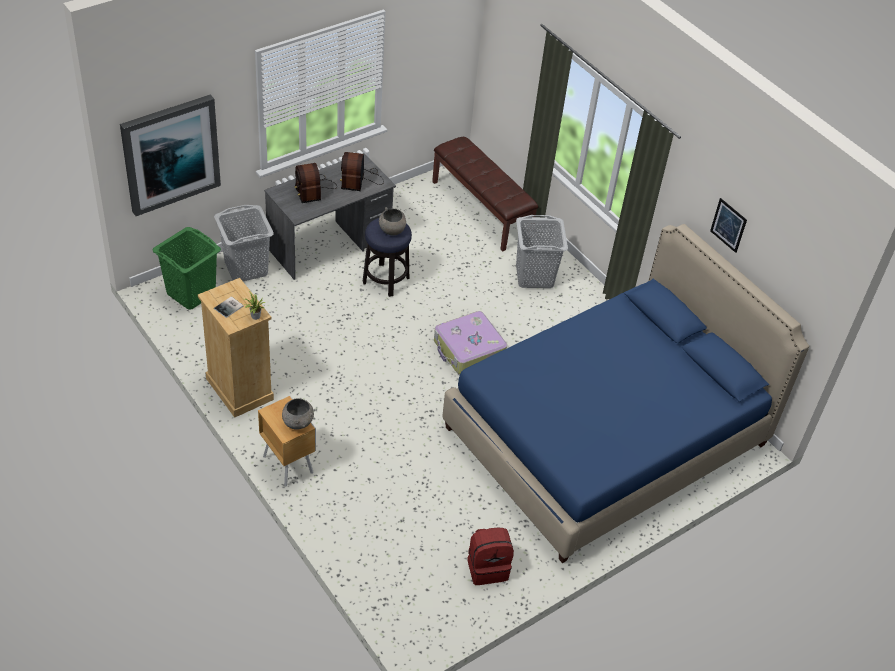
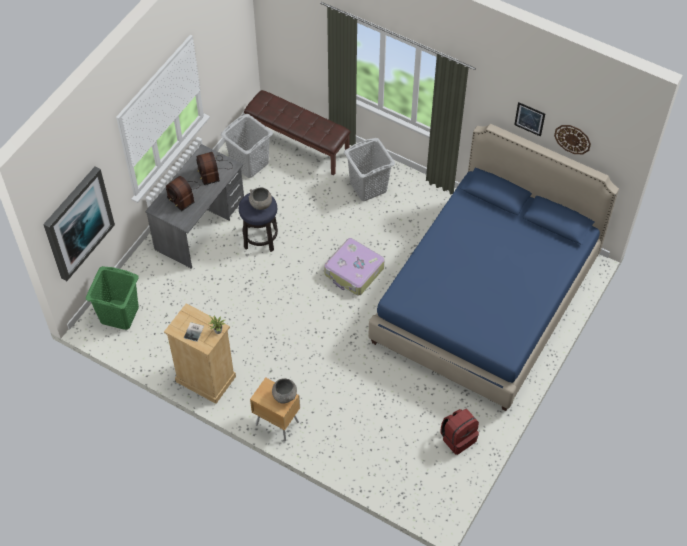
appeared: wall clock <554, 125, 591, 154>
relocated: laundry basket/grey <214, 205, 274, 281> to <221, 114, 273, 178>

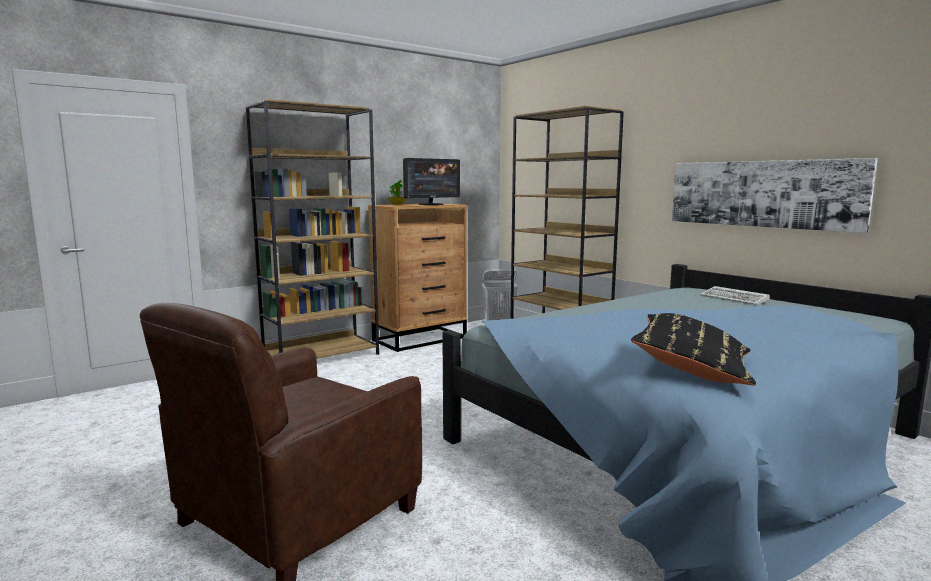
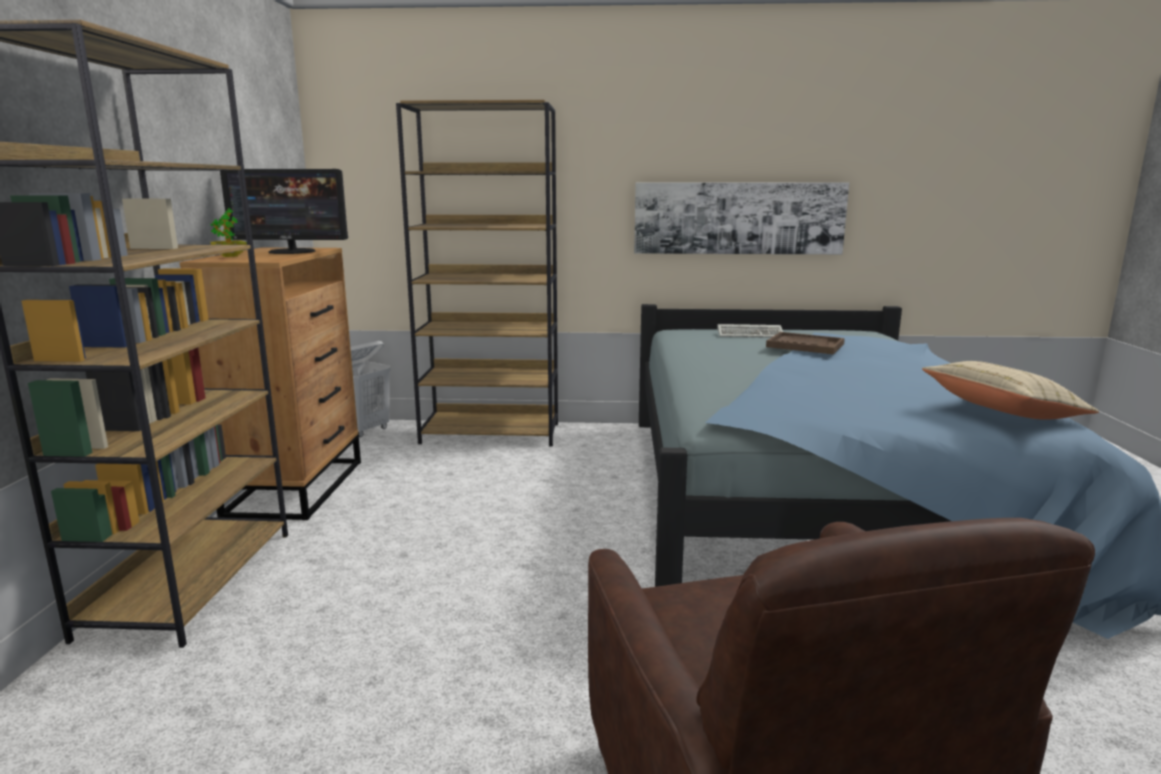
appeared: tray/brown <766, 332, 845, 354>
colour: pillow/black <631, 313, 756, 386> to pillow/beige <922, 361, 1099, 420>
spun: monitor <403, 158, 460, 205> = <220, 169, 348, 254> 90 degrees clockwise

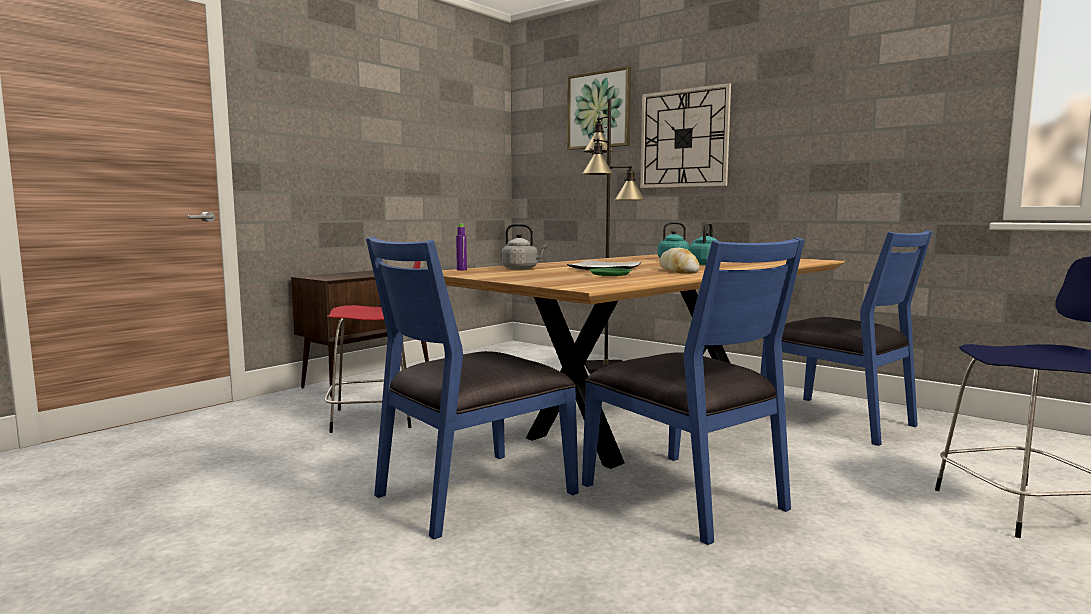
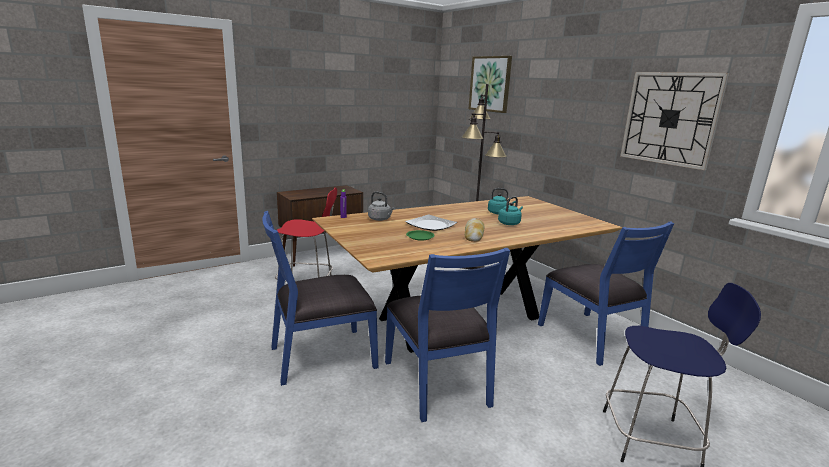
relocated: wall clock <640, 83, 731, 188> to <620, 72, 729, 170>

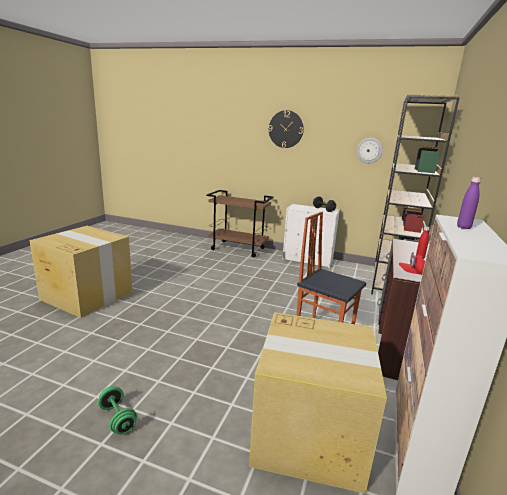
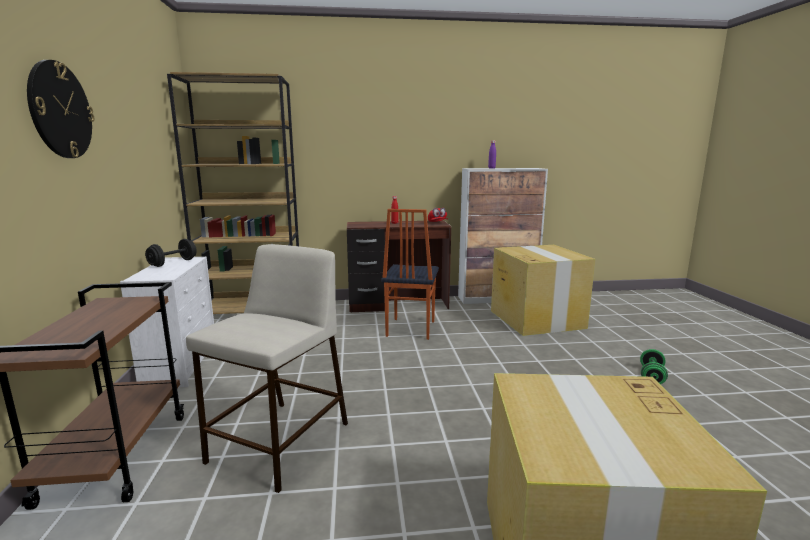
missing: wall clock <356, 138, 383, 164>
appeared: stool/beige <186, 244, 348, 493>

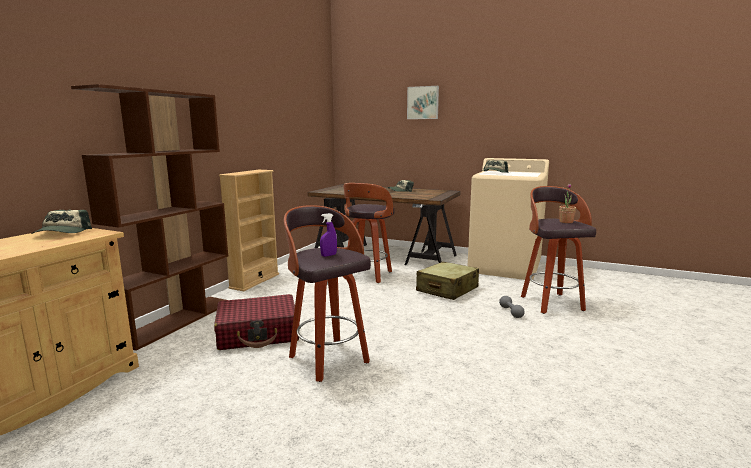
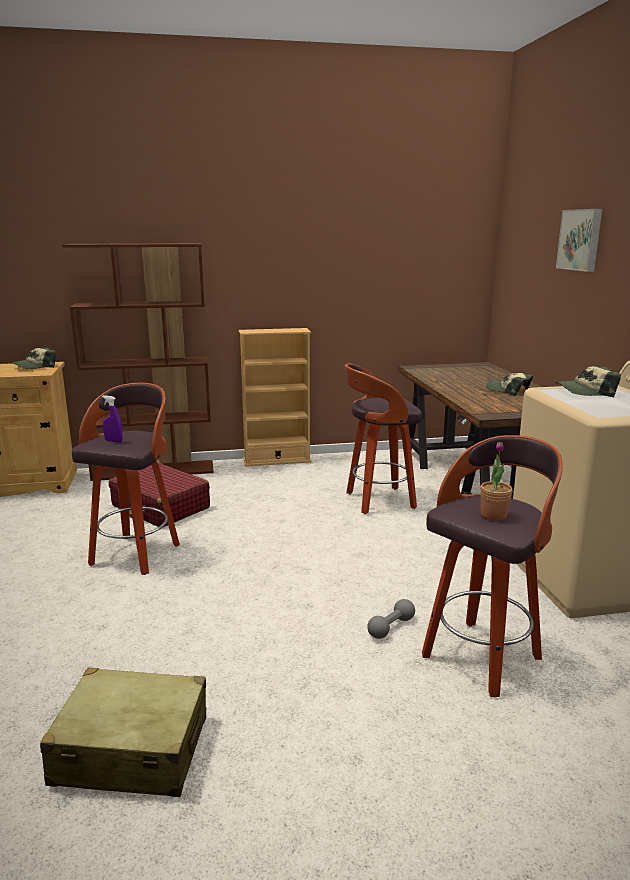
relocated: suitcase/beige <416, 261, 479, 300> to <40, 667, 206, 797>

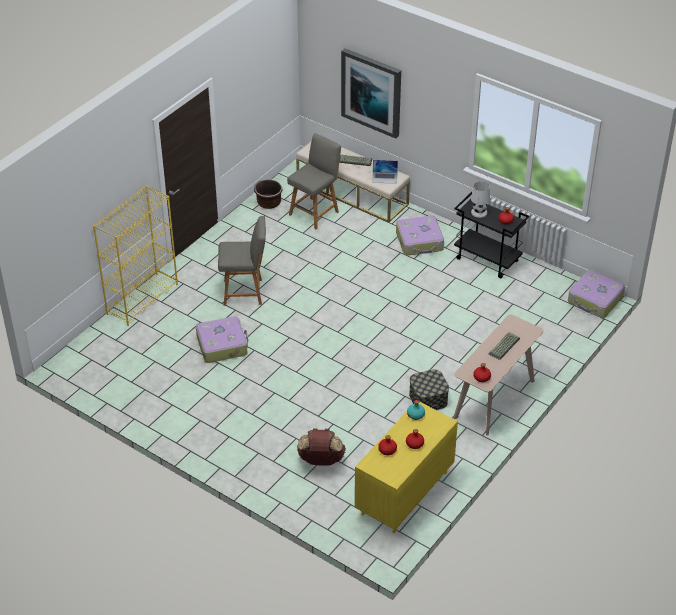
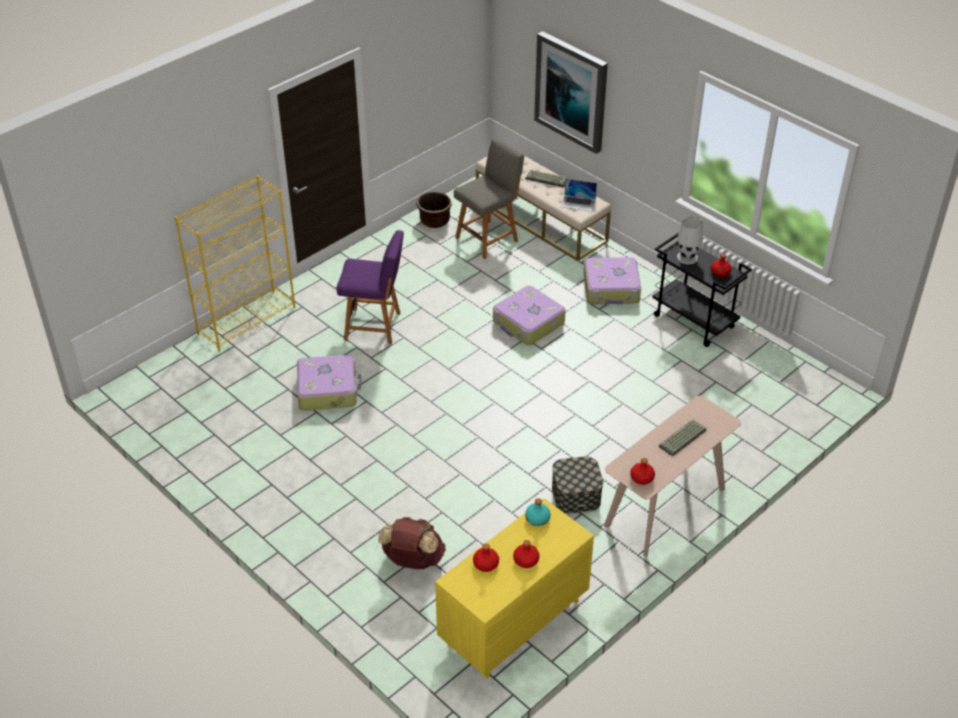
relocated: suitcase <568, 270, 625, 318> to <493, 285, 566, 345>
colour: chair/grey <218, 216, 266, 306> to chair/purple <337, 230, 404, 345>

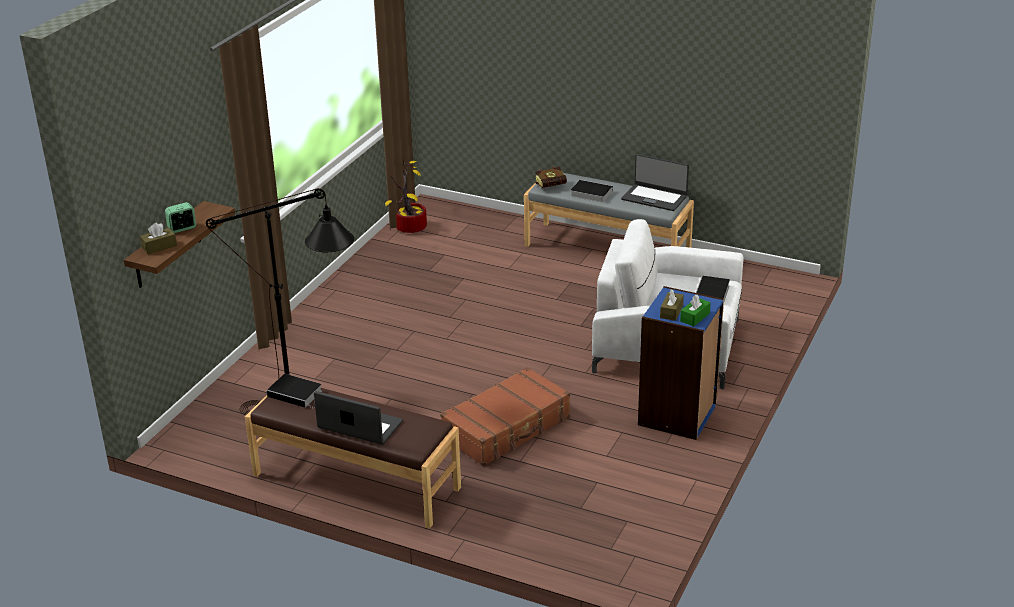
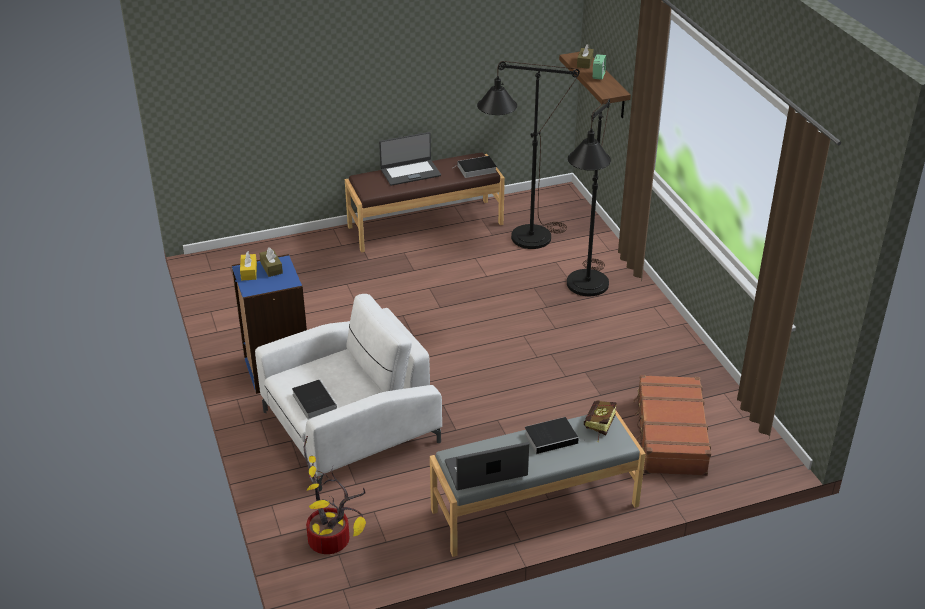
appeared: floor lamp/black <567, 99, 611, 296>
relocated: potted plant <385, 156, 427, 233> to <304, 436, 366, 554>; suitcase/brown <440, 367, 570, 466> to <633, 375, 711, 476>
colour: tissue box/green <680, 294, 711, 326> to tissue box/yellow <240, 251, 257, 281>

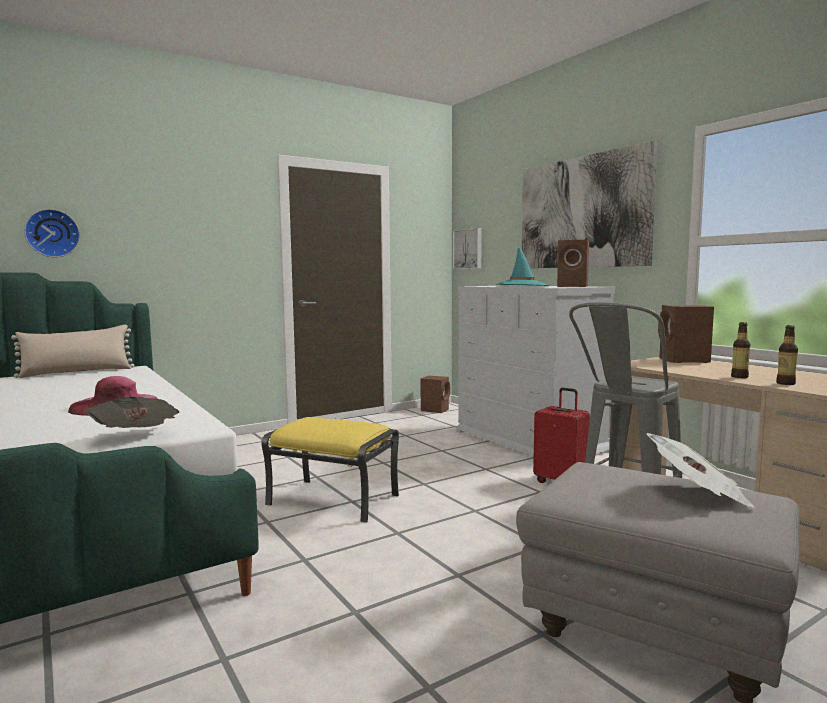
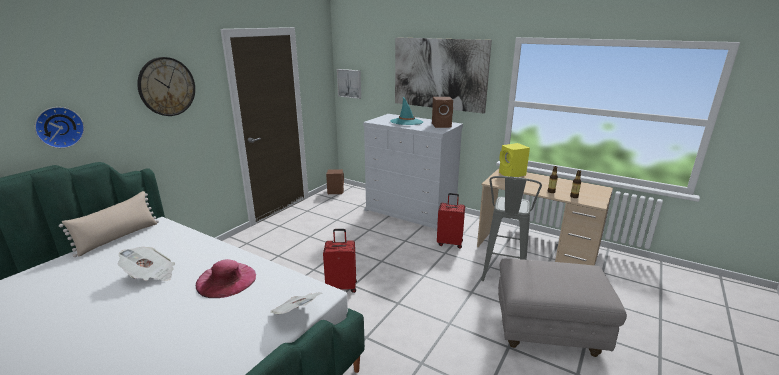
appeared: wall clock <137, 57, 195, 116>
relocated: newspaper <647, 433, 756, 508> to <117, 247, 175, 281>
exchanged: ottoman/yellow <261, 417, 399, 523> to suitcase/red <323, 229, 357, 293>
colour: speaker/brown <658, 305, 714, 363> to speaker/yellow <499, 143, 530, 177>

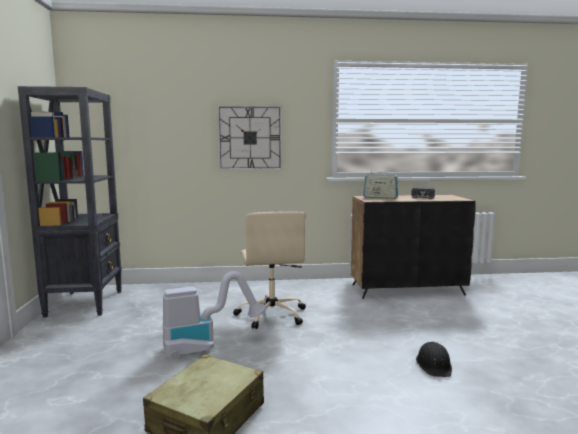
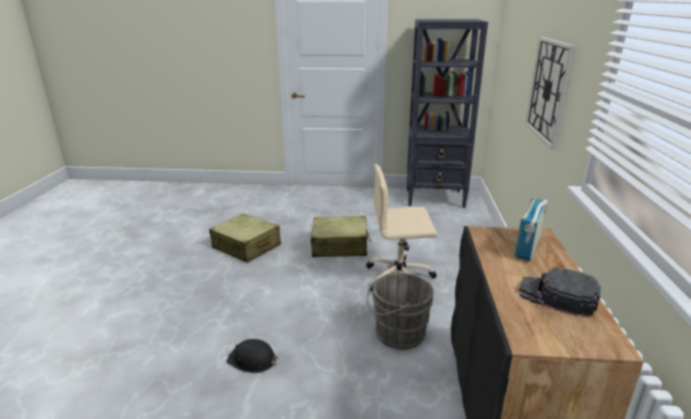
appeared: bucket/grey <367, 270, 433, 350>
exchanged: vacuum cleaner <163, 271, 266, 360> to suitcase/beige <311, 216, 371, 257>

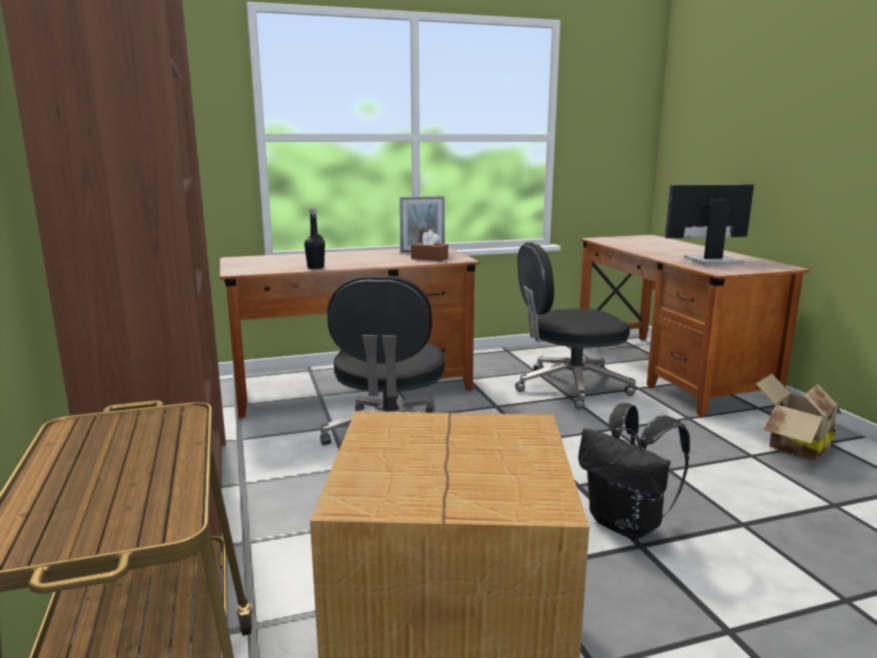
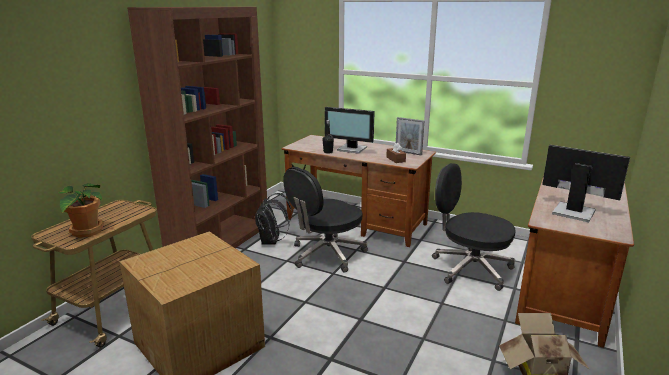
appeared: potted plant <58, 183, 104, 238>; monitor <325, 107, 375, 154>
relocated: backpack/black <578, 403, 690, 539> to <255, 193, 292, 245>

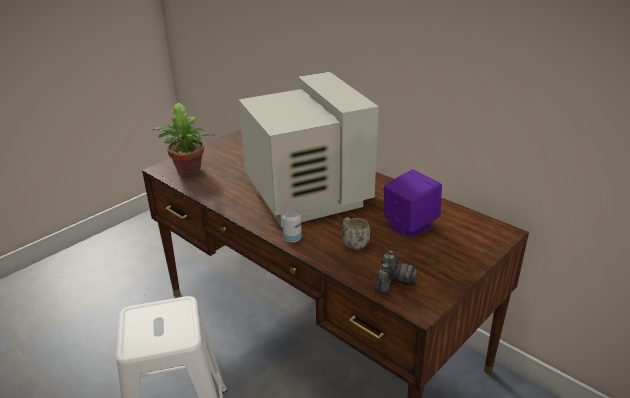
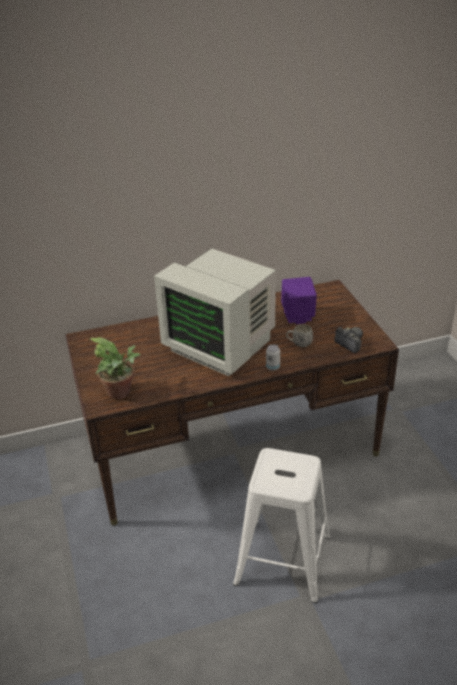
spun: monitor <238, 72, 379, 227> = <154, 249, 276, 376> 150 degrees counterclockwise

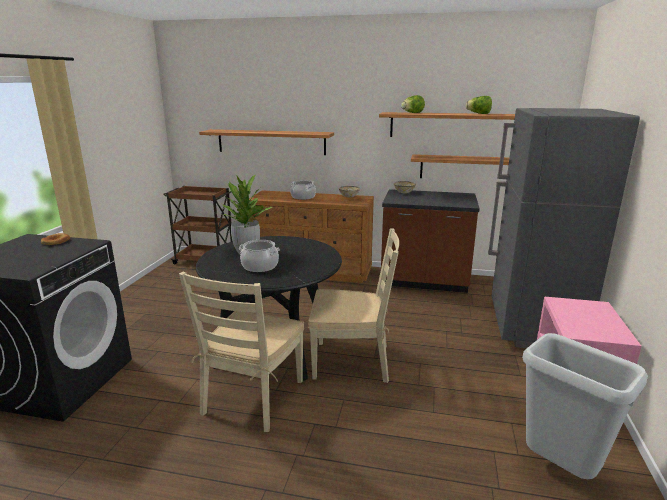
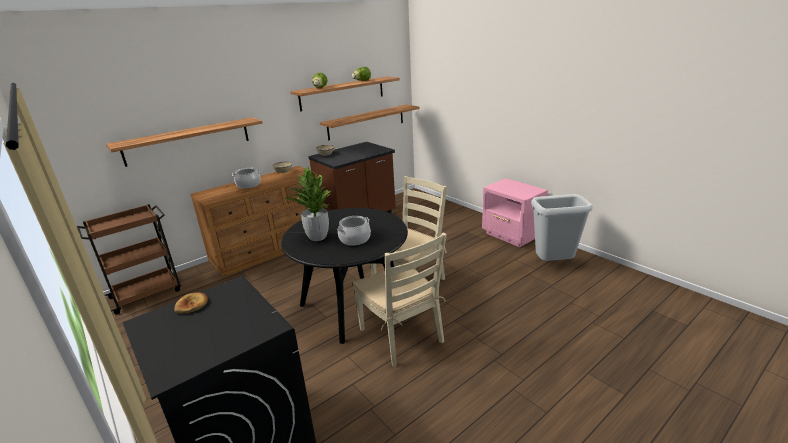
missing: fridge/grey <488, 108, 640, 348>

